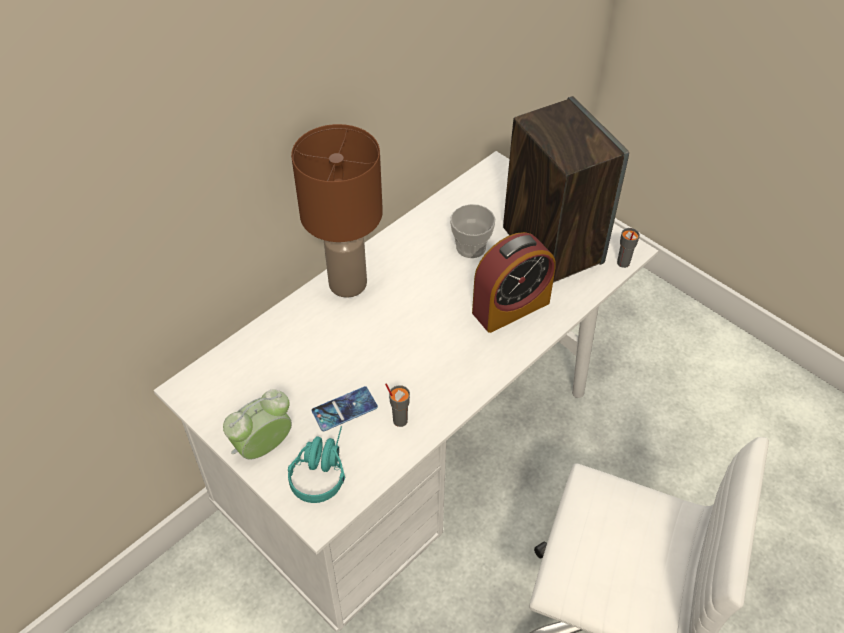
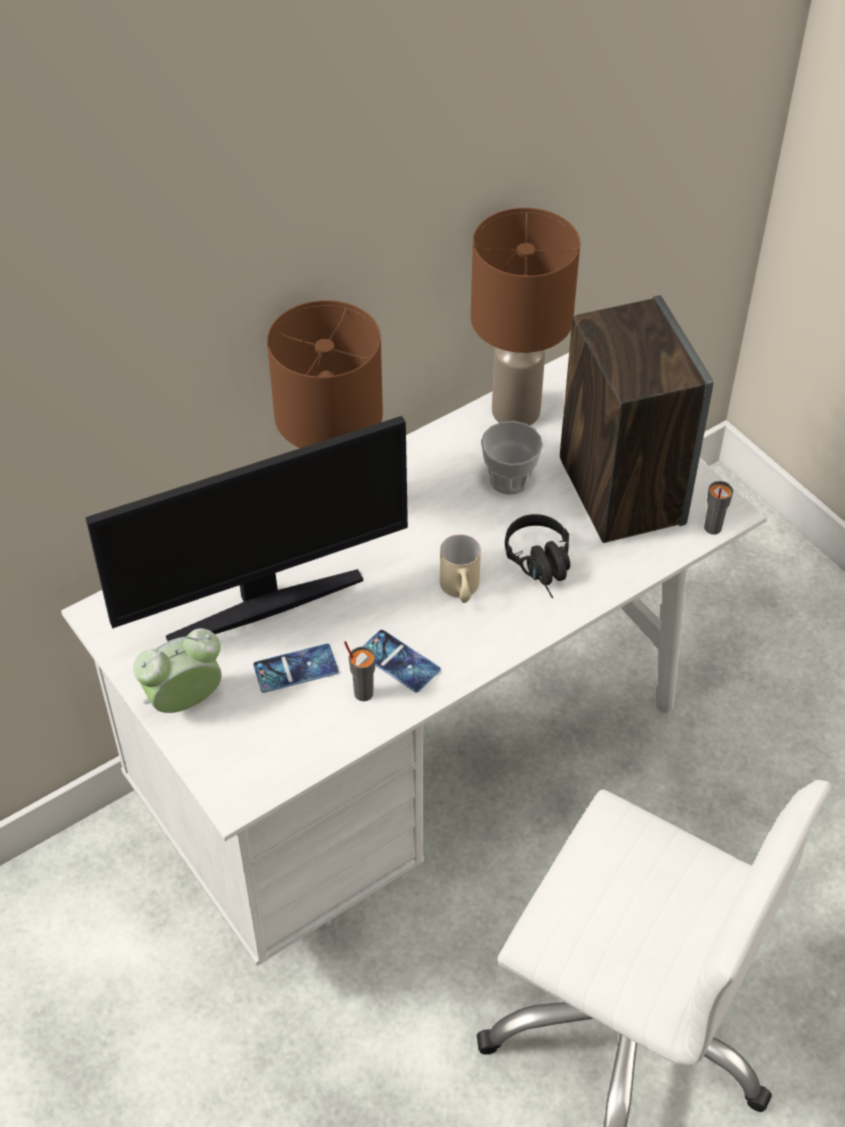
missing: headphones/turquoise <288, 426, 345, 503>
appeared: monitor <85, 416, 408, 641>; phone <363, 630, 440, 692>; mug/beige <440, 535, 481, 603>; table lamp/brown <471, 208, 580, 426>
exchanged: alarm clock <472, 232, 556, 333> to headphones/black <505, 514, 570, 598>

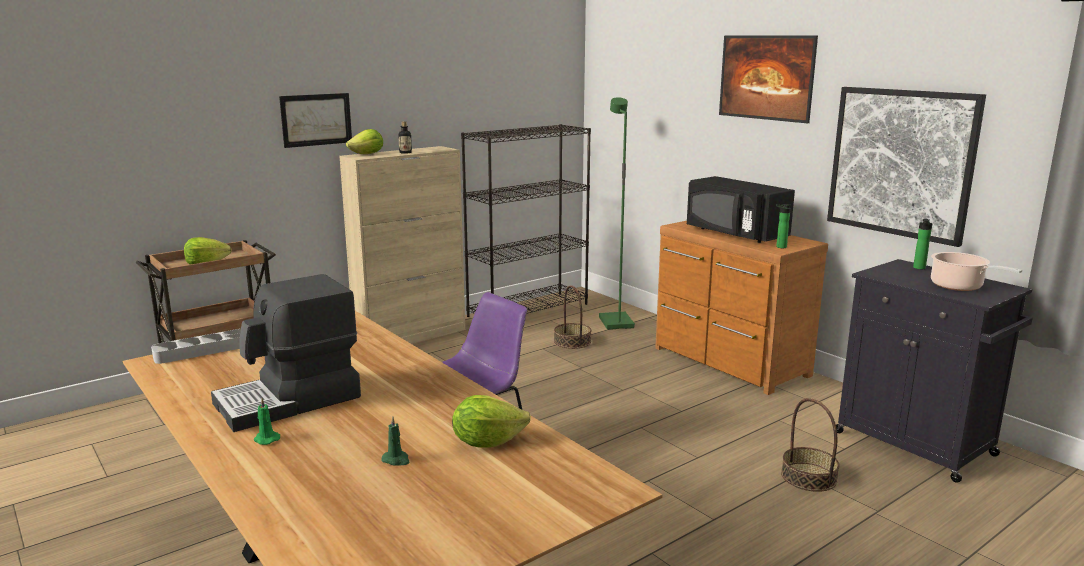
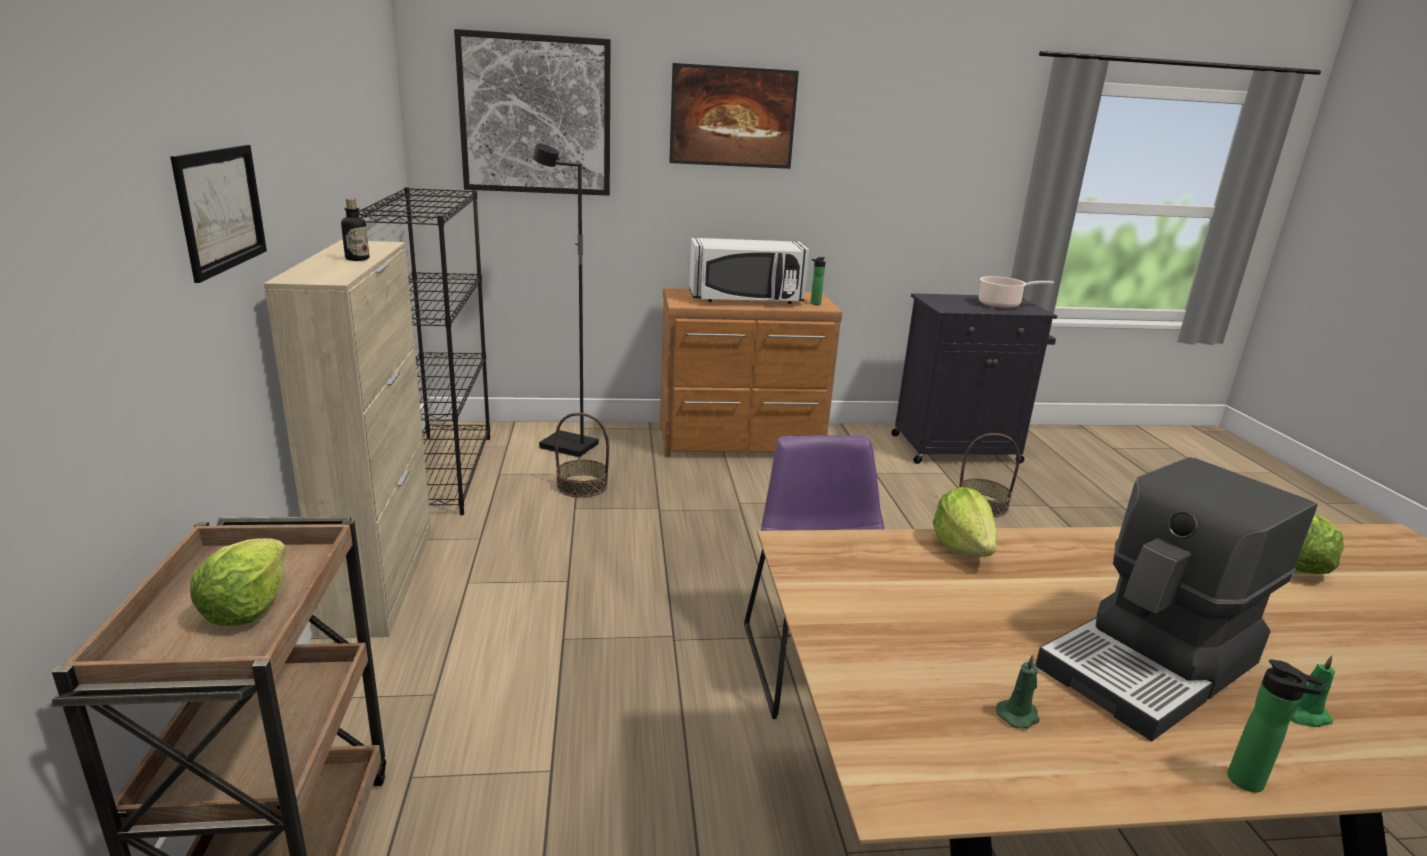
missing: tray/grey <151, 329, 241, 364>
relocated: lettuce <346, 129, 383, 154> to <933, 487, 997, 557>; candle/green <381, 416, 410, 466> to <996, 654, 1040, 729>; picture <827, 87, 986, 247> to <454, 29, 610, 196>; bottle <913, 219, 932, 269> to <1228, 659, 1327, 793>
colour: floor lamp/green <599, 97, 635, 330> to floor lamp/black <533, 144, 599, 457>; microwave/black <687, 176, 795, 243> to microwave/white <689, 238, 809, 304>
spun: coffee machine <211, 274, 361, 432> = <1036, 457, 1318, 741> 60 degrees clockwise

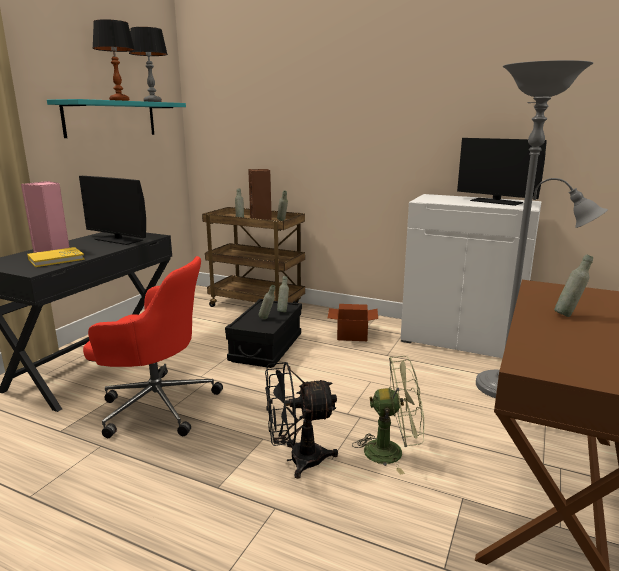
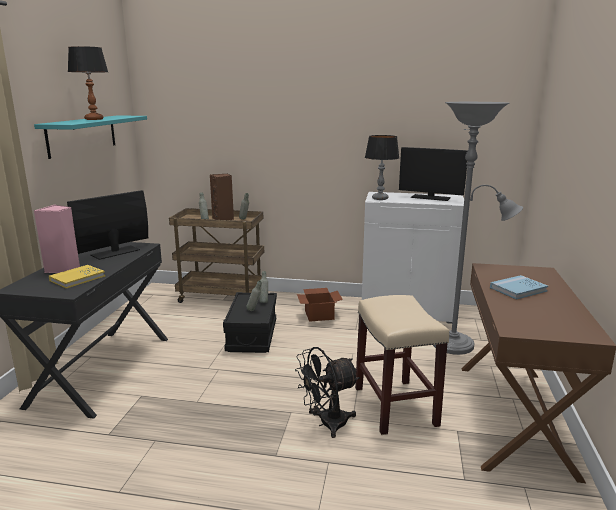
missing: office chair/red <83, 256, 223, 438>
relocated: table lamp <129, 27, 168, 102> to <365, 135, 399, 200>
exchanged: fan/green <352, 356, 425, 475> to stool/beige <355, 295, 449, 435>; bottle/grey <554, 254, 593, 317> to book/blue <490, 275, 548, 300>
spun: monitor <79, 176, 146, 245> = <67, 190, 148, 260> 120 degrees clockwise

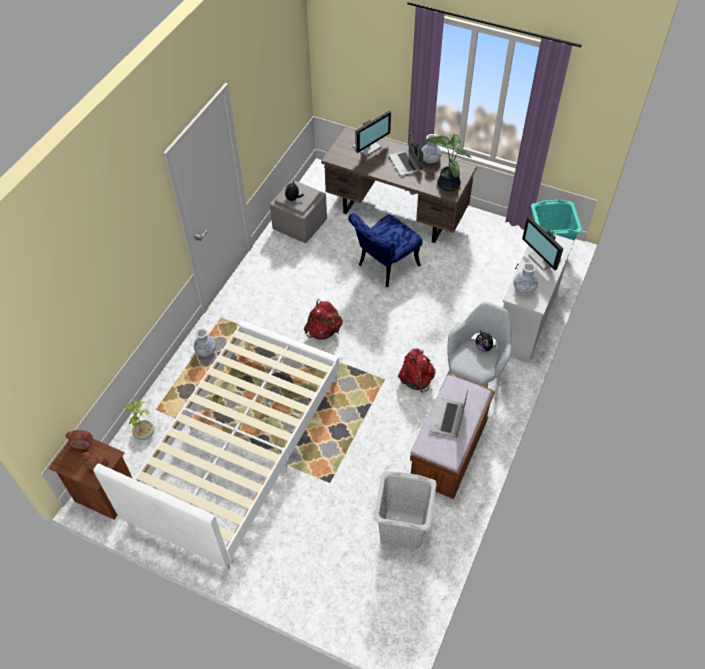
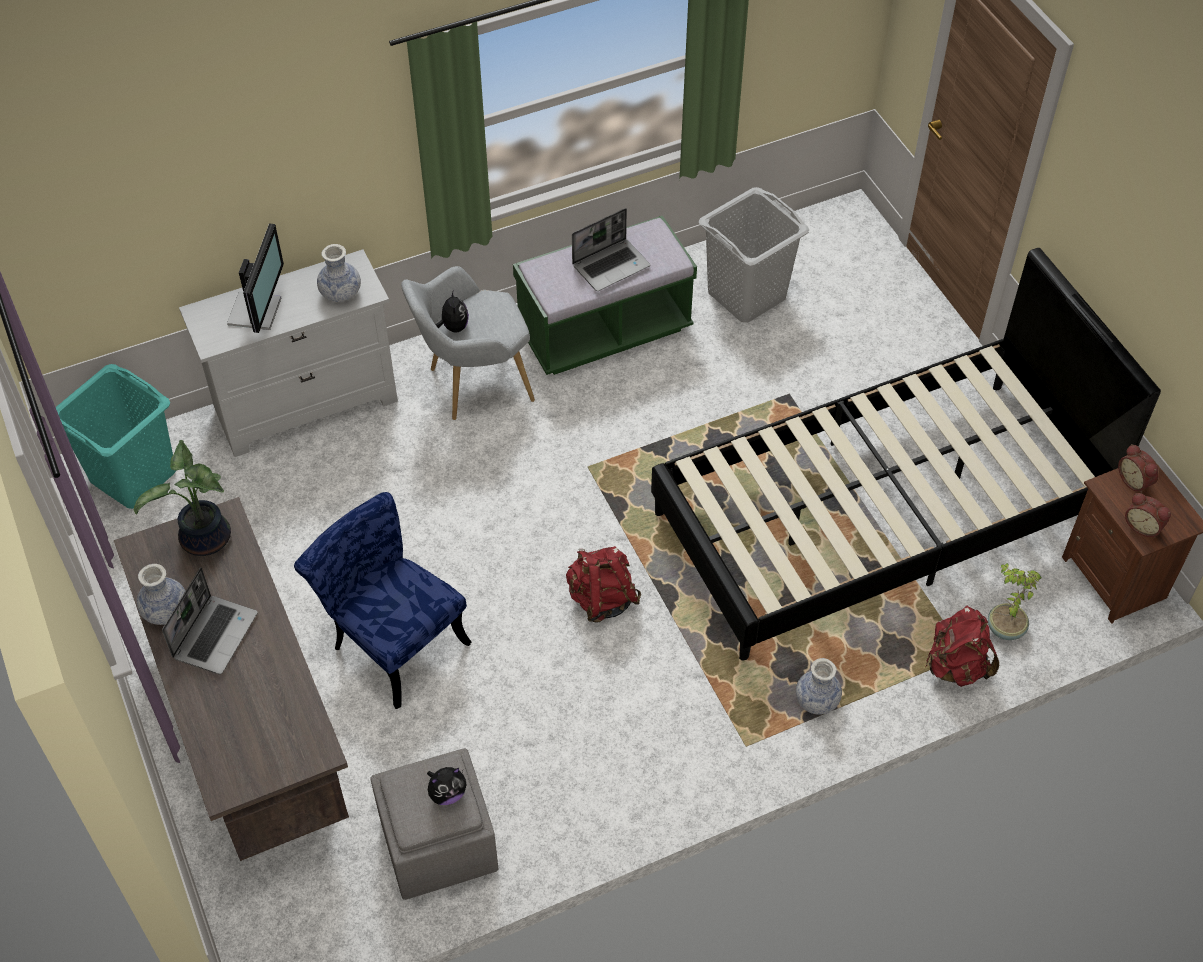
missing: monitor <353, 111, 391, 157>
relocated: backpack/red <398, 348, 436, 393> to <925, 606, 999, 687>
colour: bed/white <93, 321, 339, 572> to bed/black <651, 248, 1161, 660>; bench/brown <410, 374, 495, 499> to bench/green <513, 216, 697, 375>
spun: chair/blue <348, 213, 422, 287> = <294, 492, 472, 709> 135 degrees counterclockwise

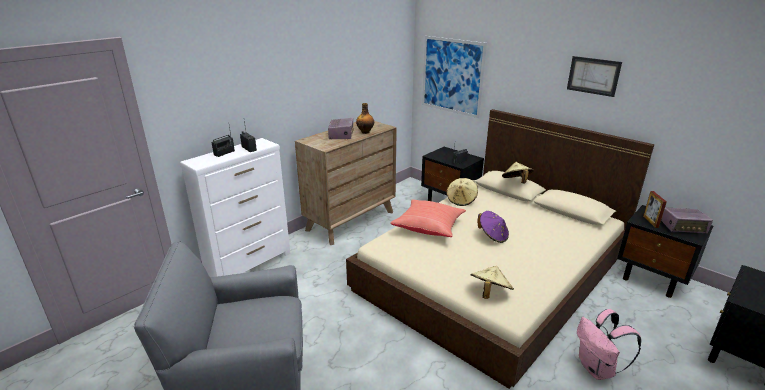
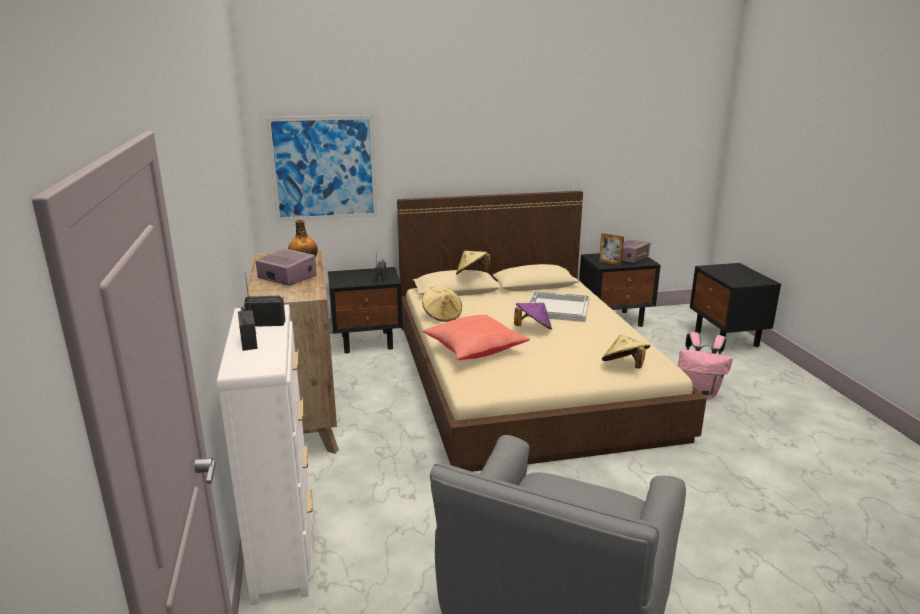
missing: picture <567, 56, 622, 97>
appeared: tray/white <525, 291, 590, 322>

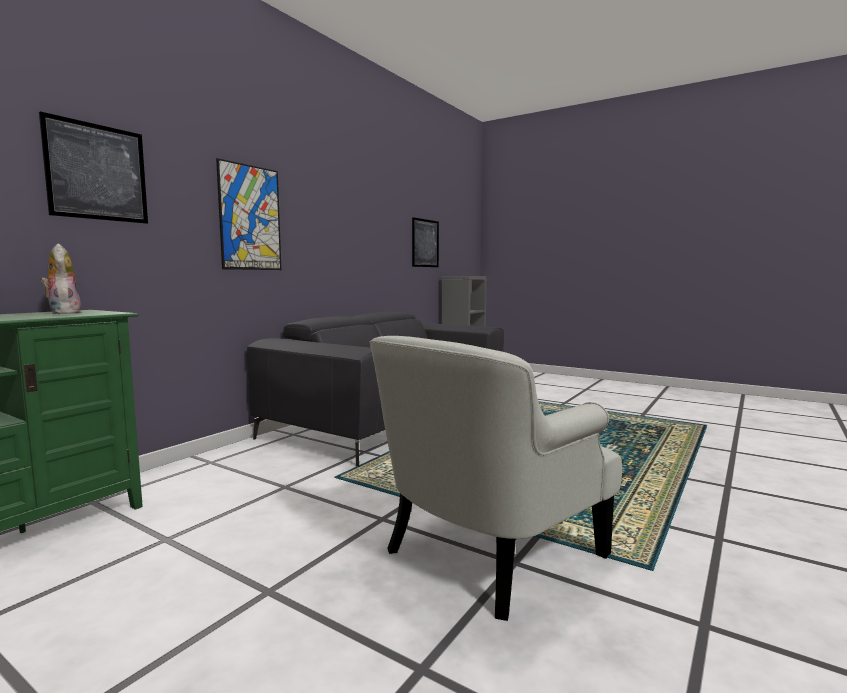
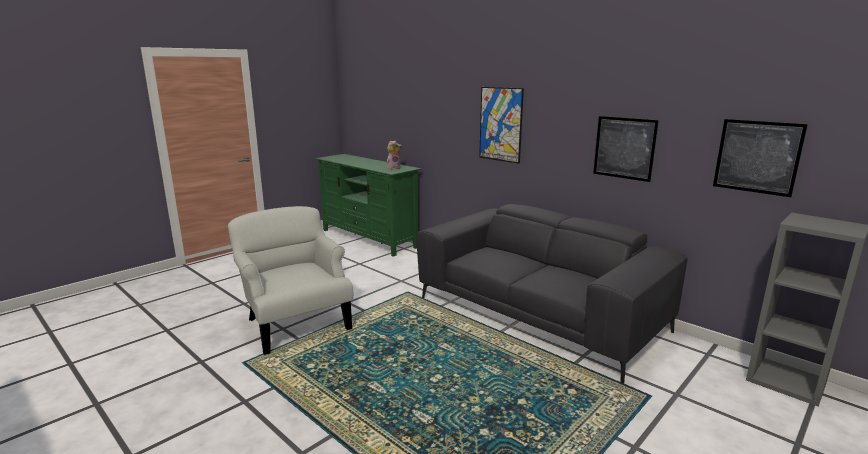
relocated: picture <39, 111, 148, 224> to <593, 116, 659, 182>

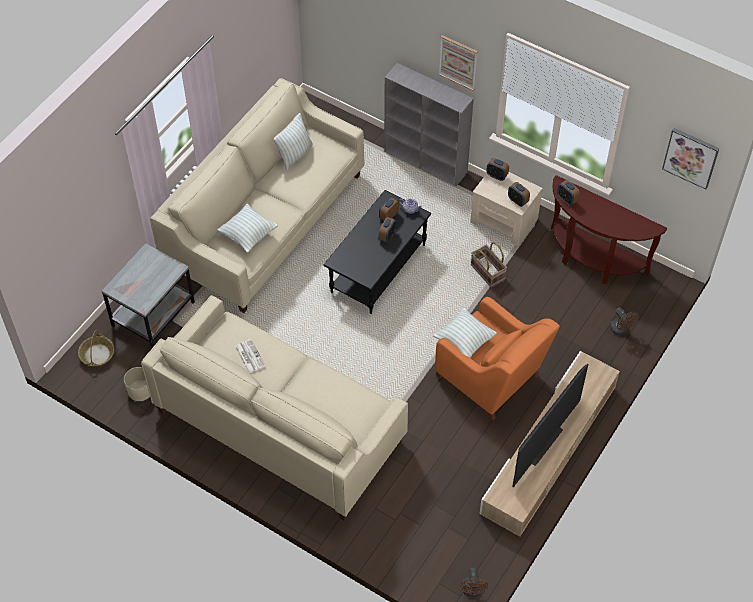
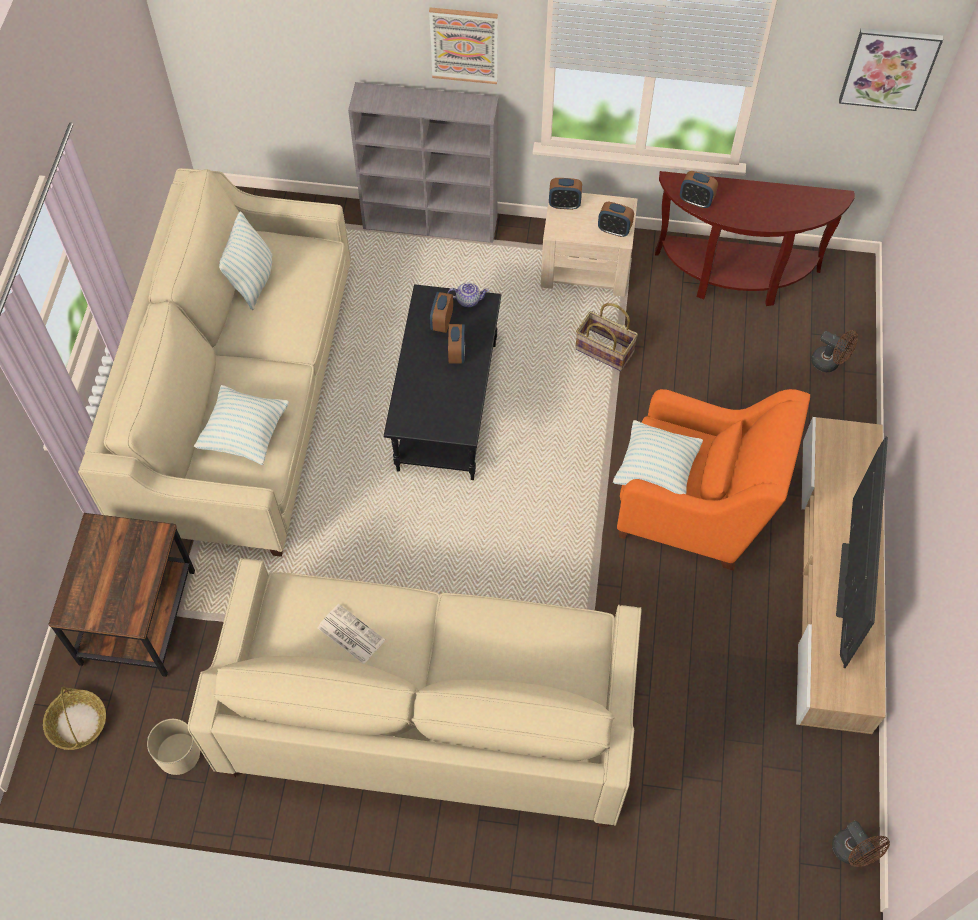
colour: side table/grey <102, 243, 195, 349> to side table/brown <48, 513, 195, 677>

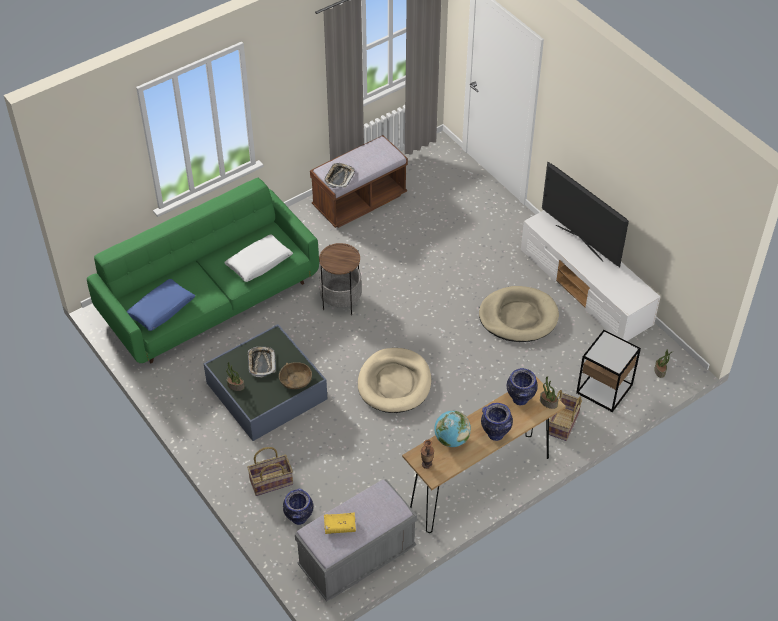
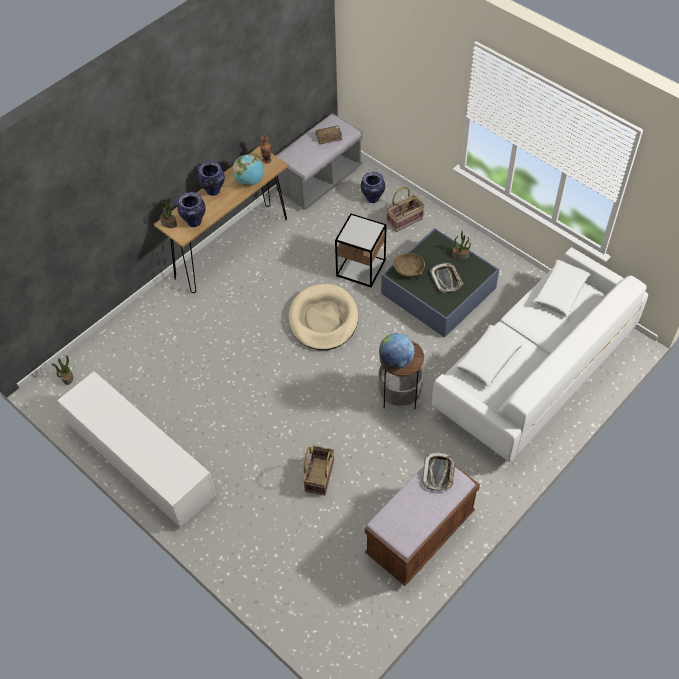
missing: dog bed/beige <479, 286, 559, 342>; television <542, 161, 629, 267>
appeared: globe <379, 333, 415, 368>
relocated: basket <549, 390, 582, 441> to <303, 445, 334, 495>; side table <576, 330, 641, 412> to <335, 213, 387, 287>
colour: sofa/green <87, 178, 319, 364> to sofa/white <432, 247, 648, 462>; pillow/blue <126, 279, 195, 331> to pillow/white <533, 260, 591, 317>; book/yellow <324, 513, 356, 534> to book/brown <316, 126, 342, 145>

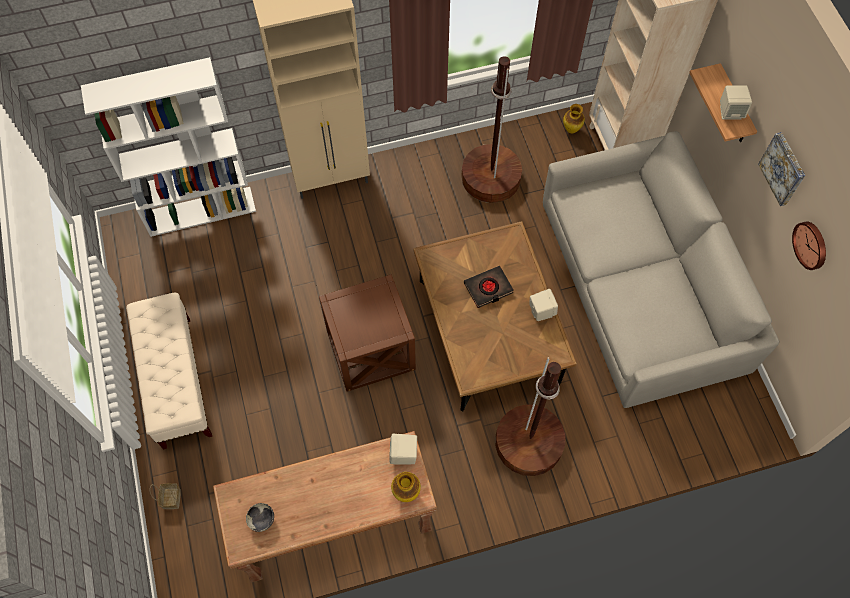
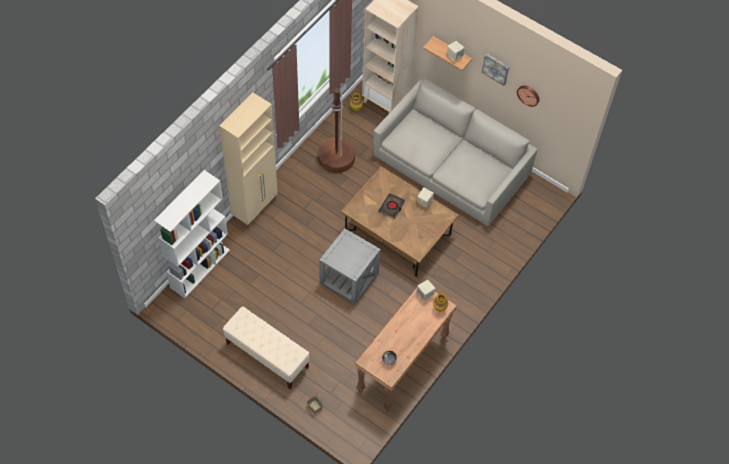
missing: floor lamp/brown <495, 357, 565, 476>
colour: side table/brown <319, 275, 416, 392> to side table/grey <319, 228, 381, 304>

